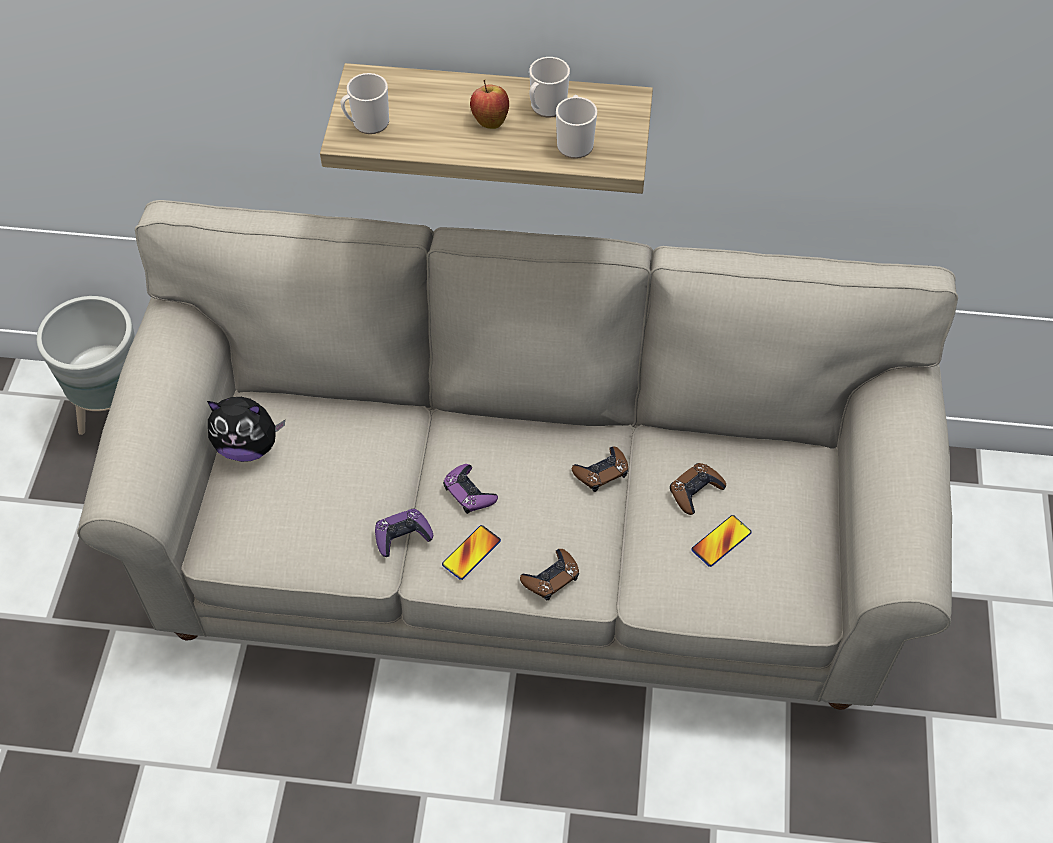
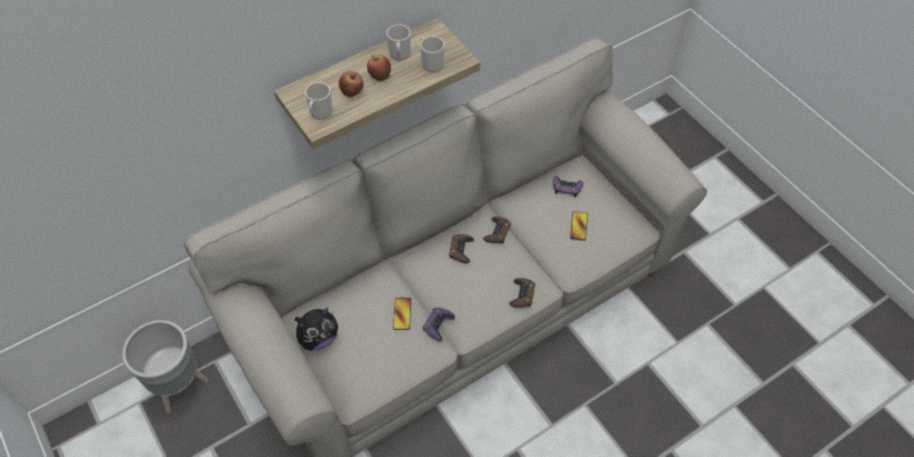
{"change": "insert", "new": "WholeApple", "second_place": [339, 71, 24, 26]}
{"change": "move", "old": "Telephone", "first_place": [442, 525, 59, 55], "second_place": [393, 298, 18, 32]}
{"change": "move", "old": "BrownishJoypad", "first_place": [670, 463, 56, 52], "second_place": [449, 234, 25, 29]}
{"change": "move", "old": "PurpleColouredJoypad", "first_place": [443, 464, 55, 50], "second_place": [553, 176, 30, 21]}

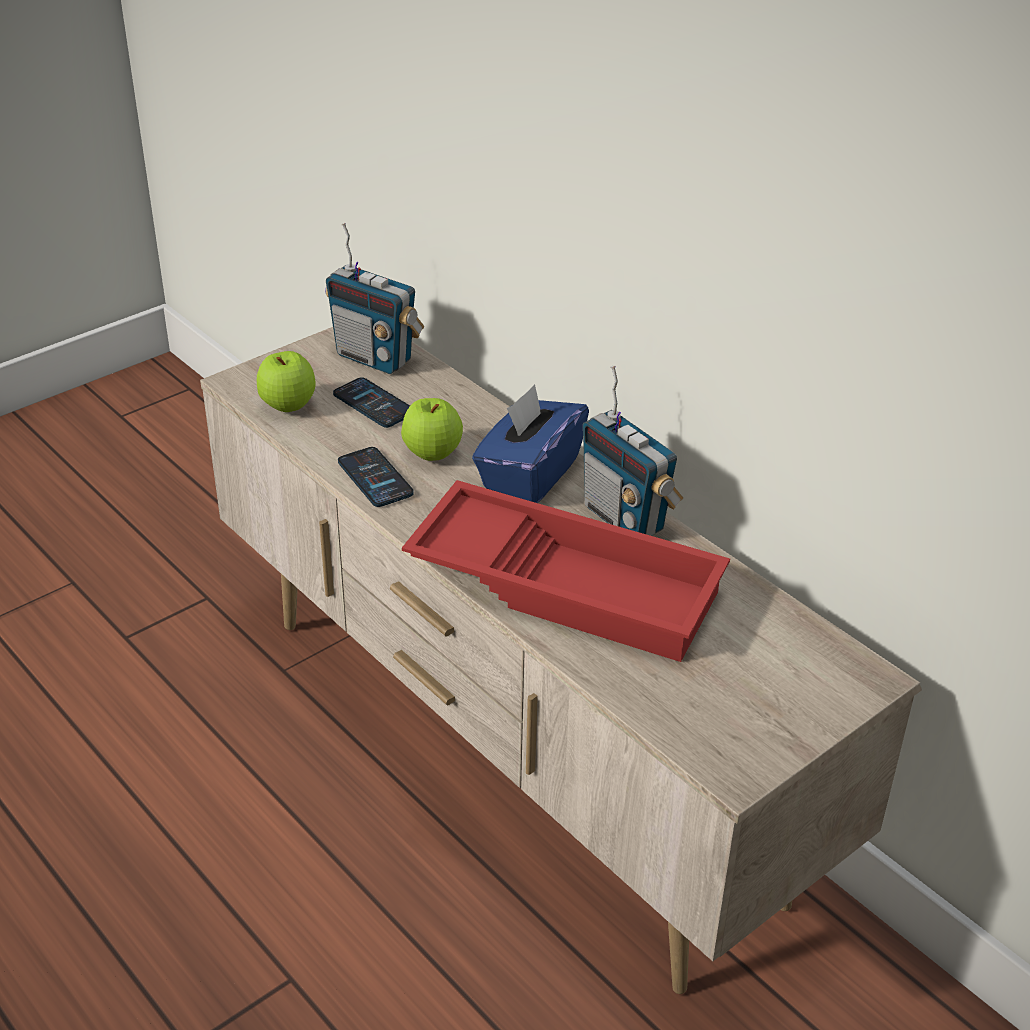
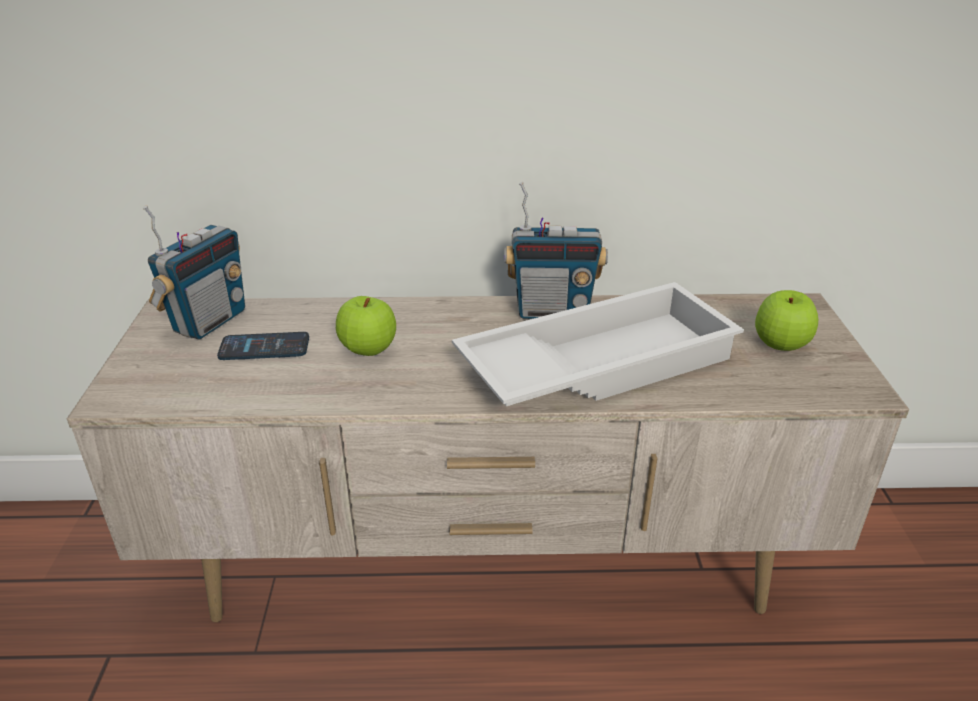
{"change": "rotate", "old": "RadioReceiver", "first_place": [325, 223, 99, 151], "second_place": [143, 205, 102, 134], "degrees": -45}
{"change": "recolor", "old": "ReddishServingTray", "new": "WhiteColouredServingTray", "first_place": [402, 480, 328, 182], "second_place": [452, 282, 292, 124]}
{"change": "move", "old": "WholeApple", "first_place": [257, 351, 59, 61], "second_place": [755, 290, 63, 61]}
{"change": "delete", "old": "Telephone", "first_place": [338, 447, 76, 60]}
{"change": "delete", "old": "BluishBoxOfTissues", "first_place": [472, 384, 117, 119]}

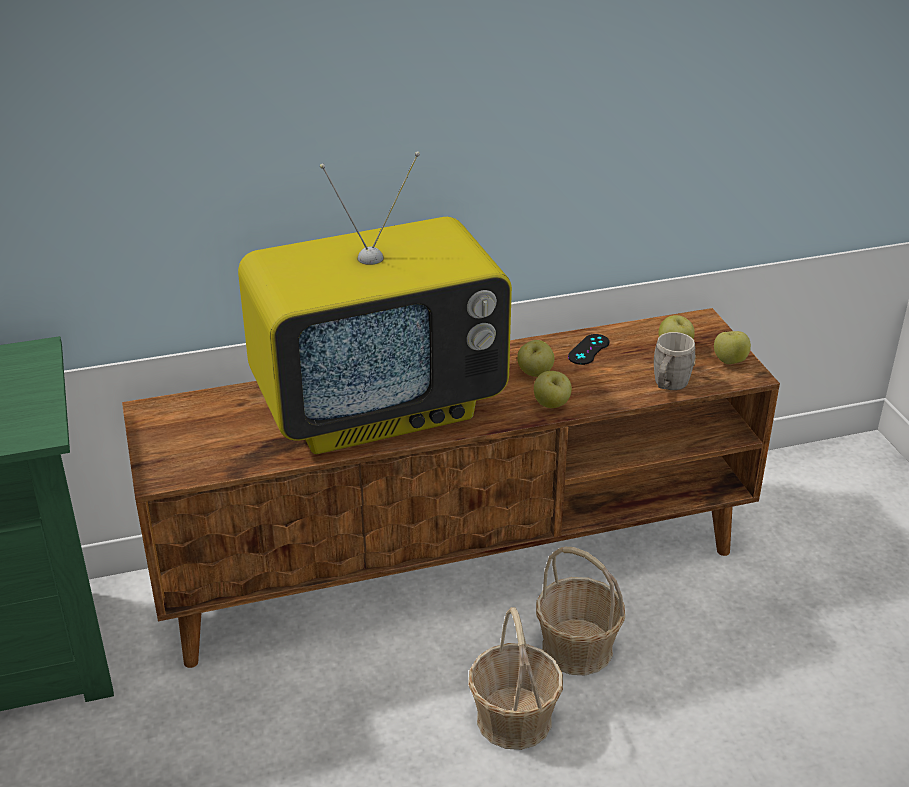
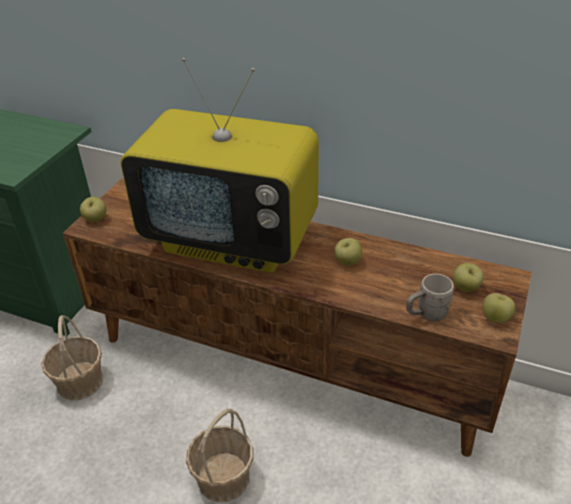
{"change": "move", "old": "StorageBasket", "first_place": [536, 547, 89, 128], "second_place": [41, 315, 63, 85]}
{"change": "move", "old": "WholeApple", "first_place": [534, 371, 38, 37], "second_place": [80, 197, 27, 25]}
{"change": "delete", "old": "BlackColouredJoypad", "first_place": [568, 334, 41, 31]}

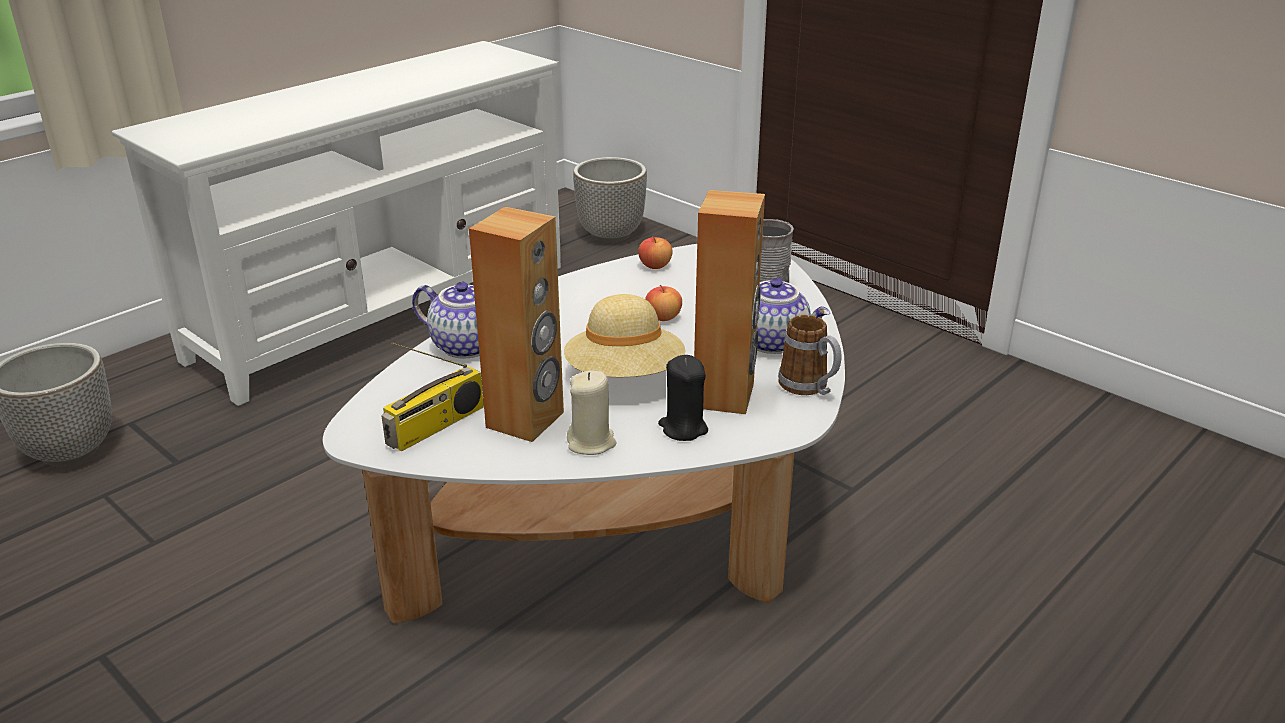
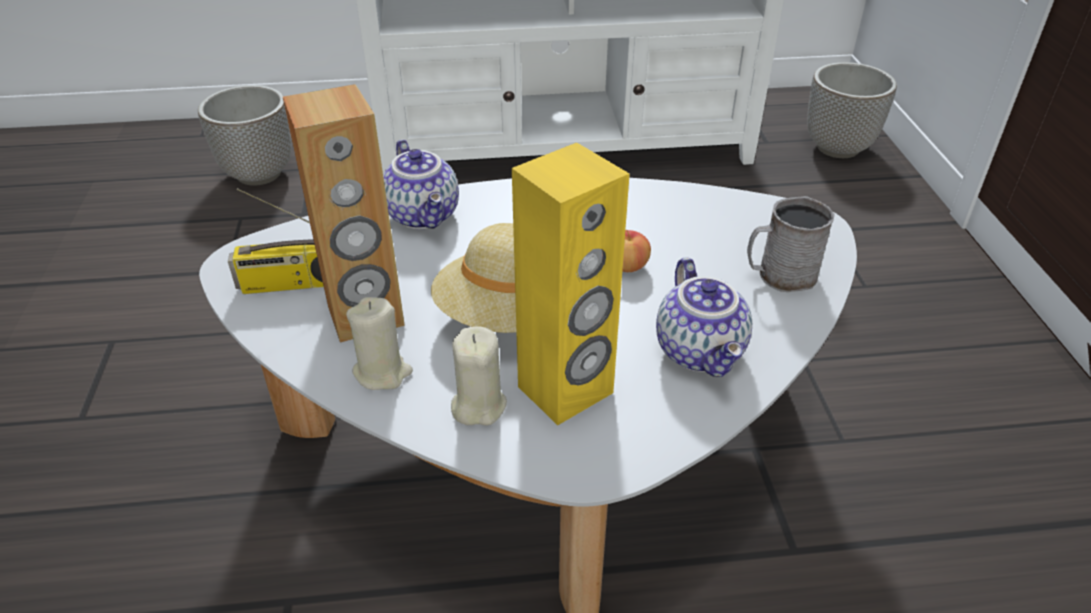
{"change": "recolor", "old": "BlackColouredCandle", "new": "SandColouredCandle", "first_place": [658, 355, 50, 86], "second_place": [451, 327, 56, 99]}
{"change": "recolor", "old": "BrownishAudioSpeaker", "new": "YellowColouredAudioSpeaker", "first_place": [694, 190, 71, 224], "second_place": [512, 143, 118, 282]}
{"change": "delete", "old": "WholeApple", "first_place": [638, 236, 34, 33]}
{"change": "delete", "old": "TeaMug", "first_place": [778, 315, 63, 80]}

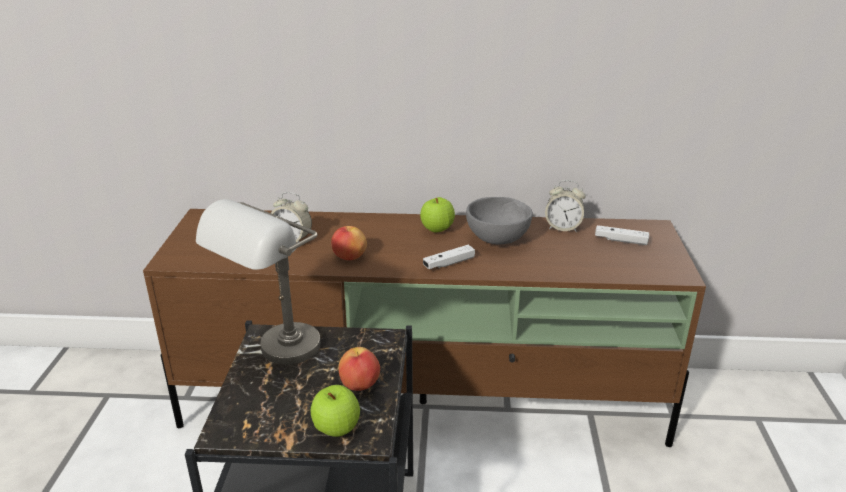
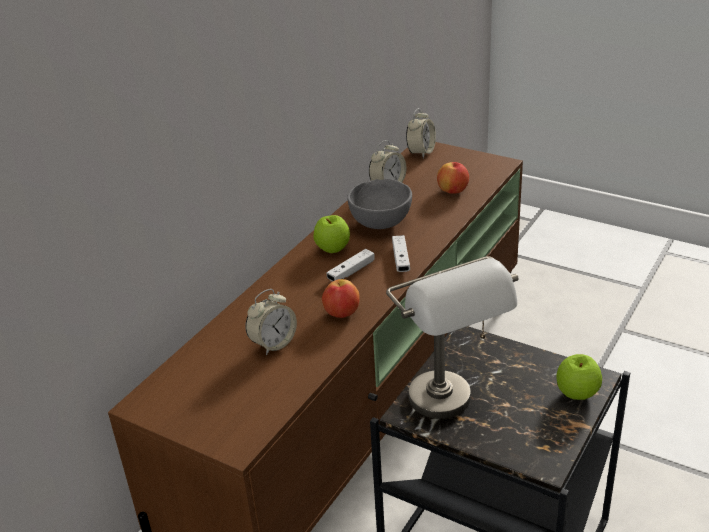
{"change": "move", "old": "WhiteColouredJoypad", "first_place": [595, 225, 54, 20], "second_place": [327, 249, 48, 32]}
{"change": "insert", "new": "TableClock", "second_place": [406, 108, 30, 50]}
{"change": "move", "old": "WholeApple", "first_place": [338, 347, 42, 44], "second_place": [437, 162, 32, 32]}

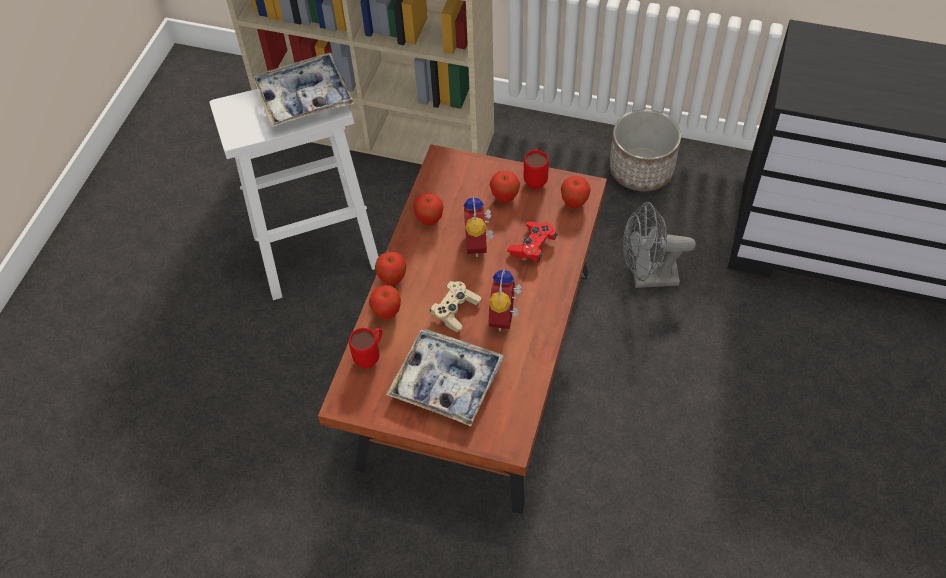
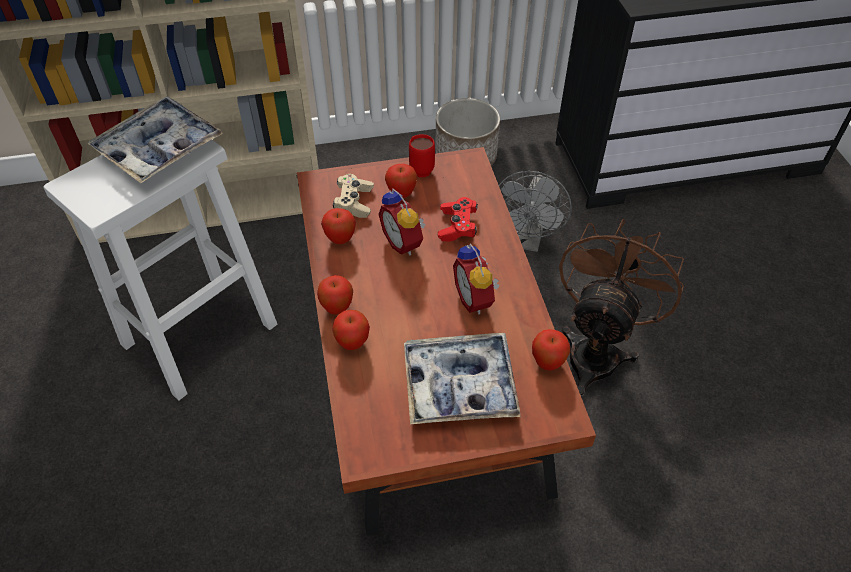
{"change": "move", "old": "SandColouredJoypad", "first_place": [430, 281, 51, 51], "second_place": [333, 174, 41, 44]}
{"change": "rotate", "old": "GreyElectricFan", "first_place": [623, 202, 73, 86], "second_place": [499, 171, 73, 81], "degrees": -45}
{"change": "move", "old": "WholeApple", "first_place": [561, 176, 30, 32], "second_place": [532, 329, 38, 42]}
{"change": "insert", "new": "BrownishElectricFan", "second_place": [559, 219, 125, 178]}
{"change": "delete", "old": "ReddishTeaMug", "first_place": [349, 328, 33, 40]}

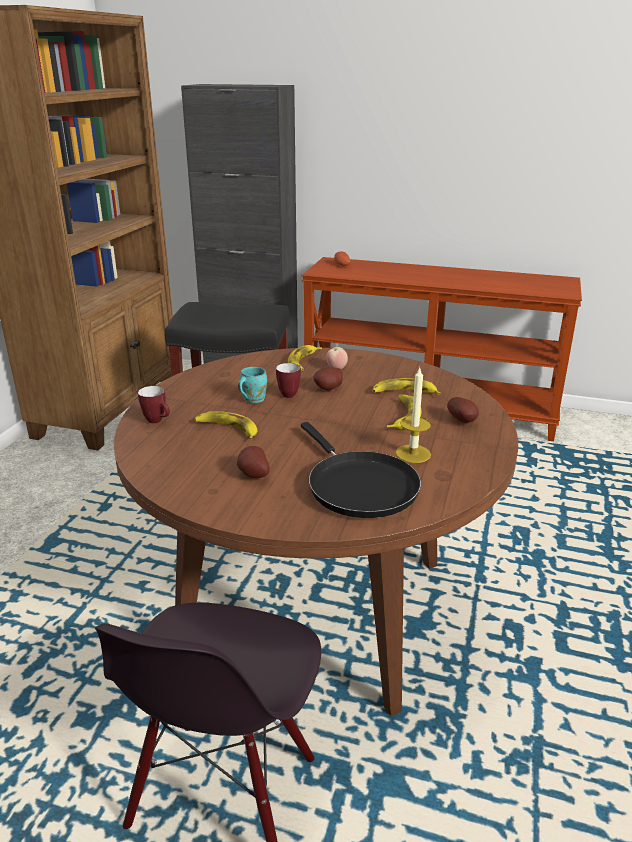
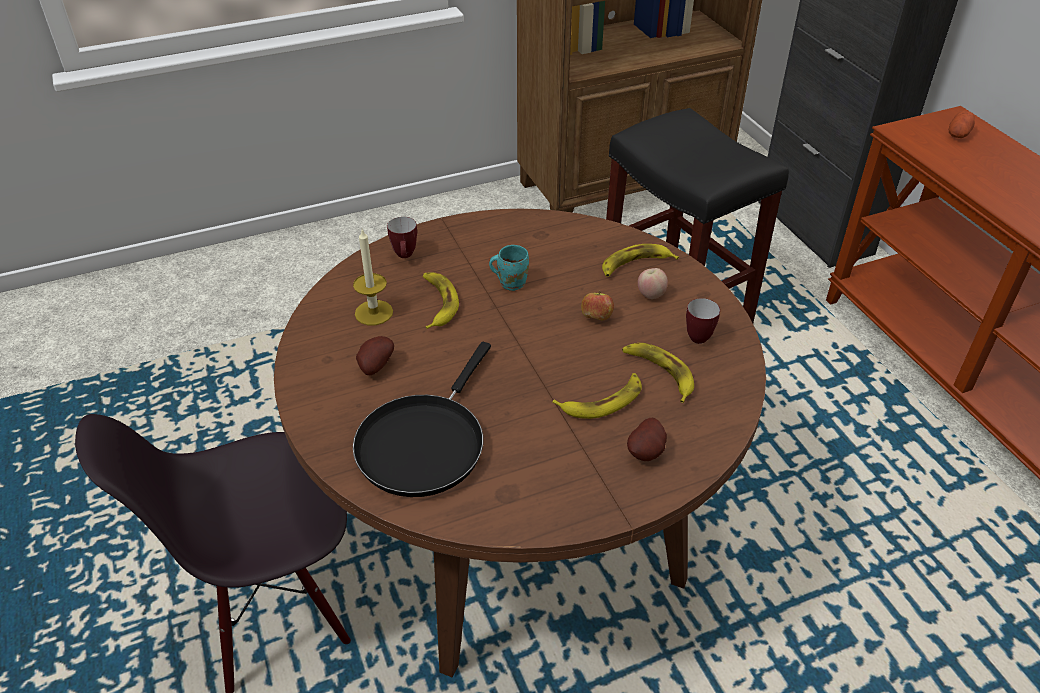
{"change": "move", "old": "Candle", "first_place": [396, 368, 35, 95], "second_place": [353, 230, 40, 95]}
{"change": "replace", "old": "Spud", "new": "WholeApple", "first_place": [313, 367, 30, 24], "second_place": [581, 291, 33, 29]}
{"change": "move", "old": "TeaMug", "first_place": [276, 363, 25, 35], "second_place": [686, 298, 34, 46]}

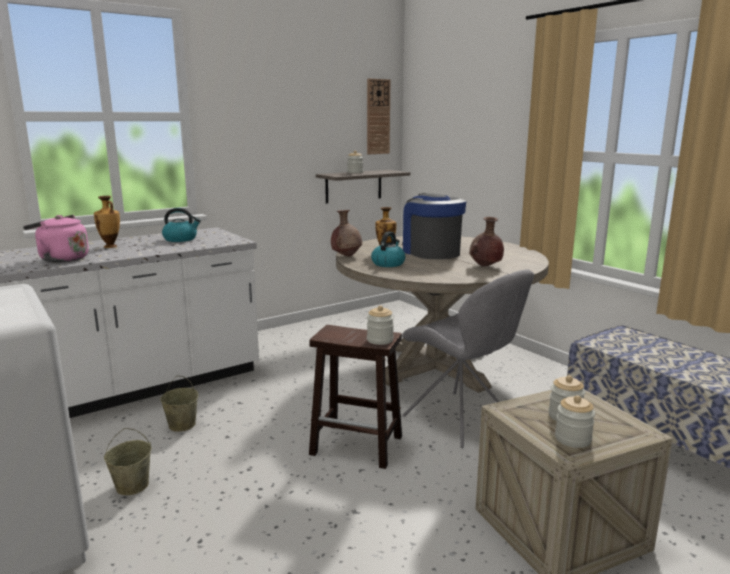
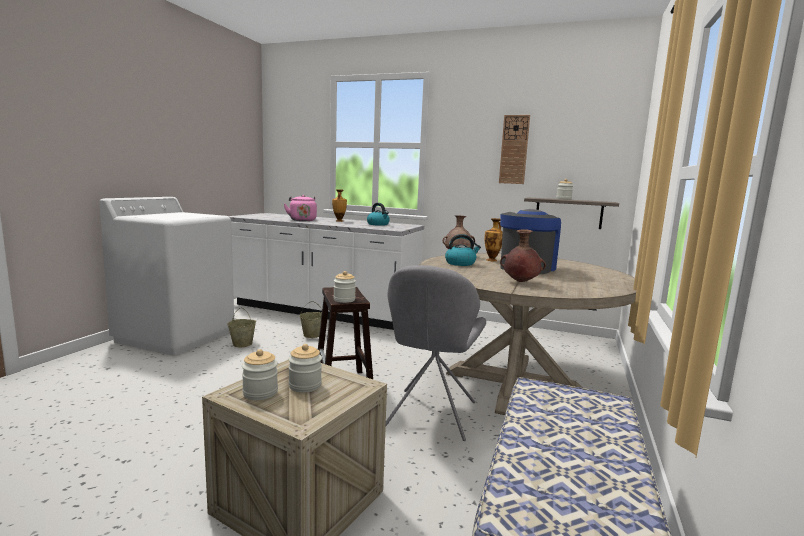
{"change": "move", "old": "HangingClock", "first_place": [367, 78, 23, 76], "second_place": [499, 115, 31, 69]}

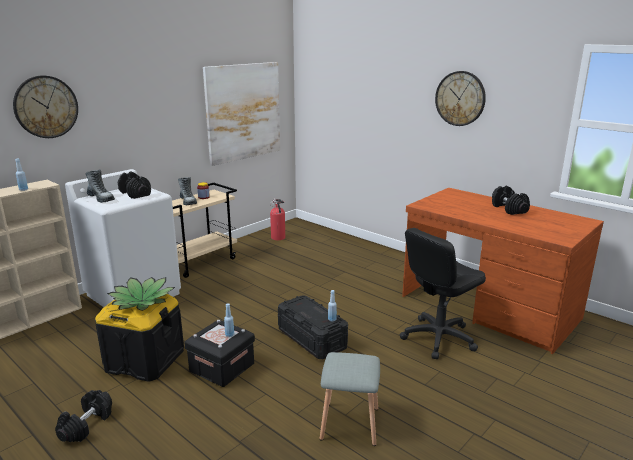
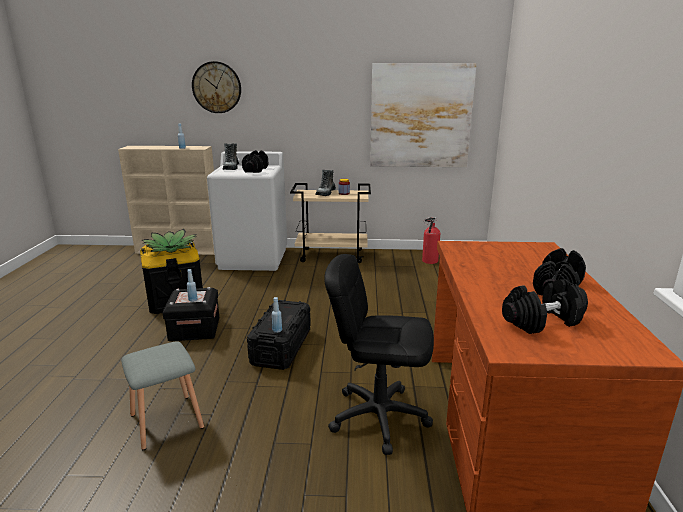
{"change": "move", "old": "BlackColouredFreeWeight", "first_place": [55, 390, 57, 52], "second_place": [502, 279, 86, 55]}
{"change": "delete", "old": "HangingClock", "first_place": [435, 71, 51, 55]}

